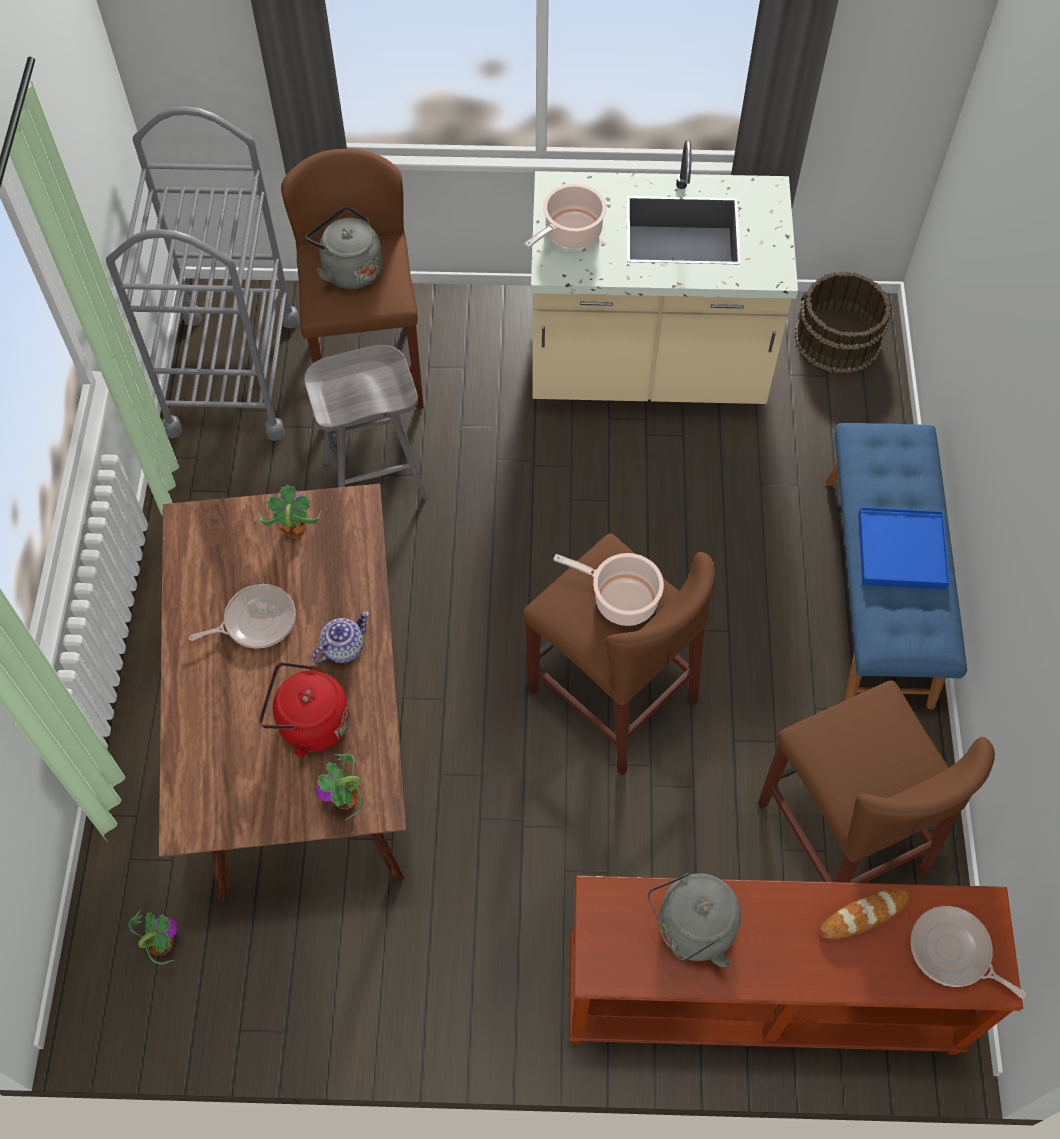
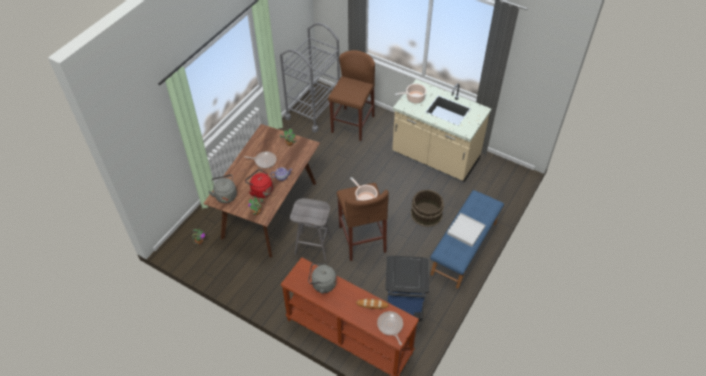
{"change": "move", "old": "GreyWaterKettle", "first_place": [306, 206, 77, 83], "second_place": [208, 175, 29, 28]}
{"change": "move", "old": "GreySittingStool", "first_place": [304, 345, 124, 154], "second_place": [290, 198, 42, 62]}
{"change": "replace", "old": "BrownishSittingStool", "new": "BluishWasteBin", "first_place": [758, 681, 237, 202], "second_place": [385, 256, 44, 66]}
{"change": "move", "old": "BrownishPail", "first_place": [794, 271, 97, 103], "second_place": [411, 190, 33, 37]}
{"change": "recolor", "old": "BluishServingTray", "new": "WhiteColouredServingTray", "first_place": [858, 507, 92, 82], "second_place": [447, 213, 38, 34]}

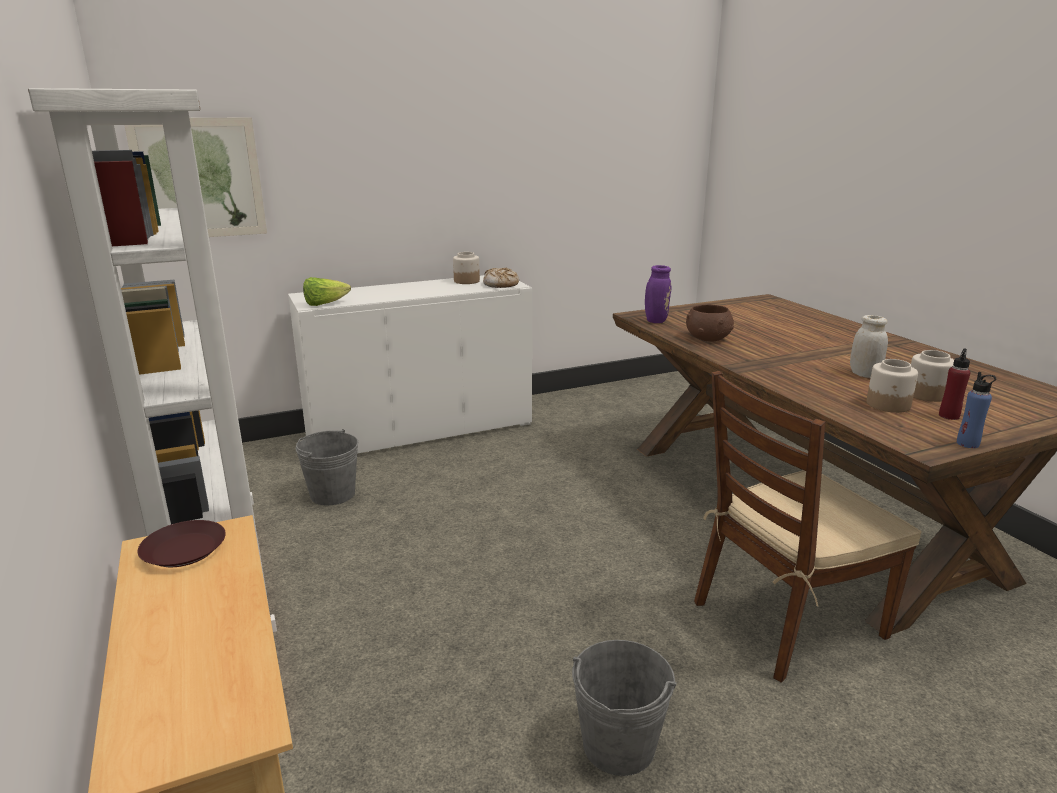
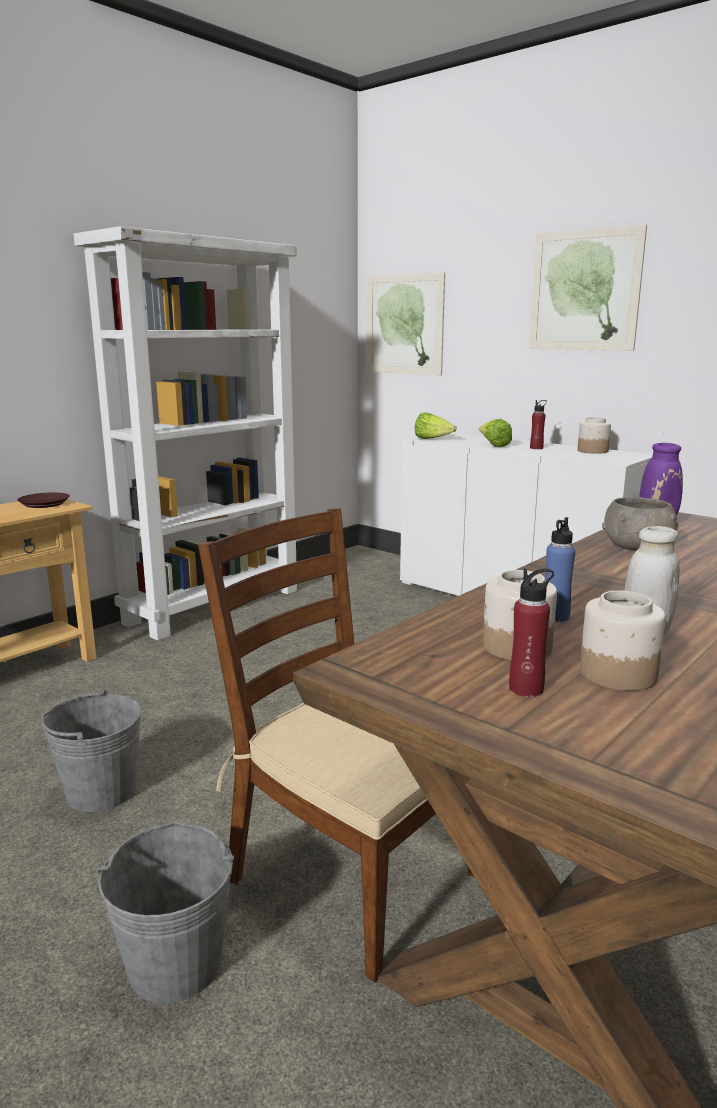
{"change": "move", "old": "GreyPail", "first_place": [295, 429, 63, 76], "second_place": [97, 822, 137, 182]}
{"change": "insert", "new": "LettuceHead", "second_place": [479, 419, 33, 28]}
{"change": "insert", "new": "Picture", "second_place": [529, 224, 118, 127]}
{"change": "insert", "new": "ReddishDrinkBottle", "second_place": [530, 400, 17, 49]}
{"change": "move", "old": "BluishDrinkBottle", "first_place": [957, 372, 39, 76], "second_place": [545, 517, 30, 105]}
{"change": "recolor", "old": "BrownishBowl", "new": "GreyBowl", "first_place": [686, 304, 48, 38], "second_place": [602, 497, 76, 54]}
{"change": "delete", "old": "BakeryBread", "first_place": [483, 268, 36, 20]}

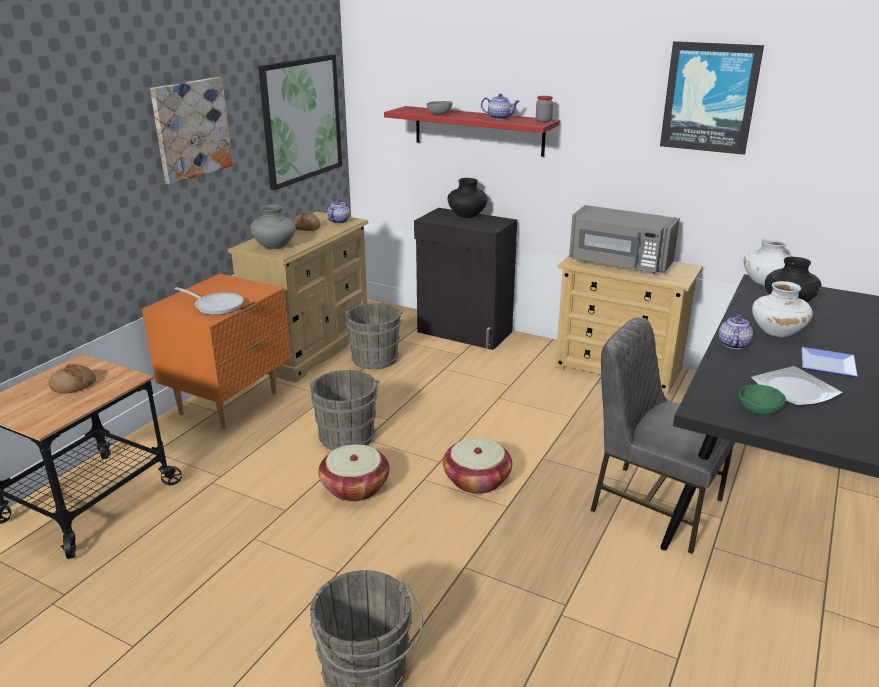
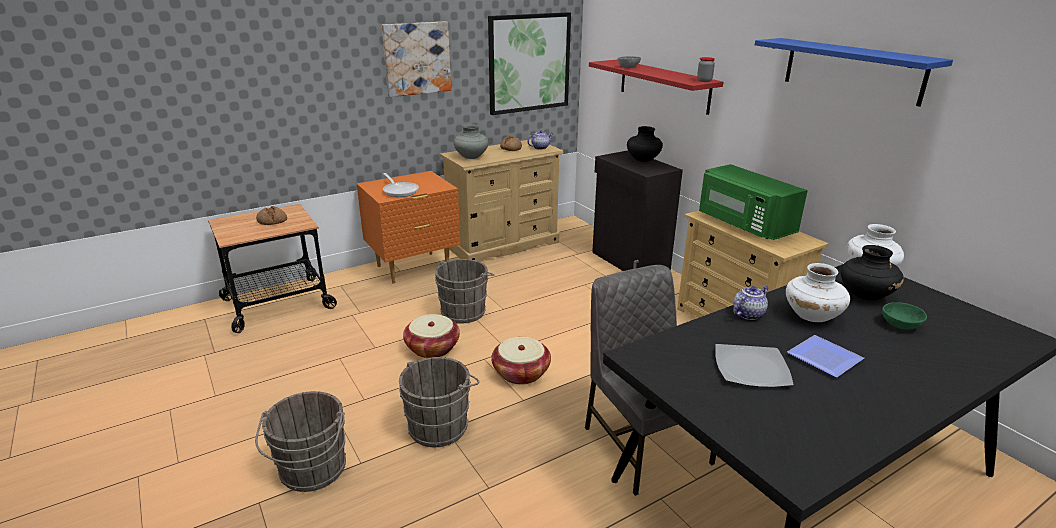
{"change": "move", "old": "GreyPail", "first_place": [345, 303, 58, 66], "second_place": [399, 357, 80, 91]}
{"change": "recolor", "old": "GreyKitchenMicrowave", "new": "GreenColouredKitchenMicrowave", "first_place": [569, 205, 111, 68], "second_place": [699, 164, 109, 76]}
{"change": "replace", "old": "Picture", "new": "BluishBracketShelf", "first_place": [660, 41, 104, 114], "second_place": [755, 38, 198, 69]}
{"change": "move", "old": "GreenColouredBowl", "first_place": [739, 384, 47, 31], "second_place": [882, 302, 45, 28]}
{"change": "delete", "old": "PotForTea", "first_place": [481, 94, 39, 25]}

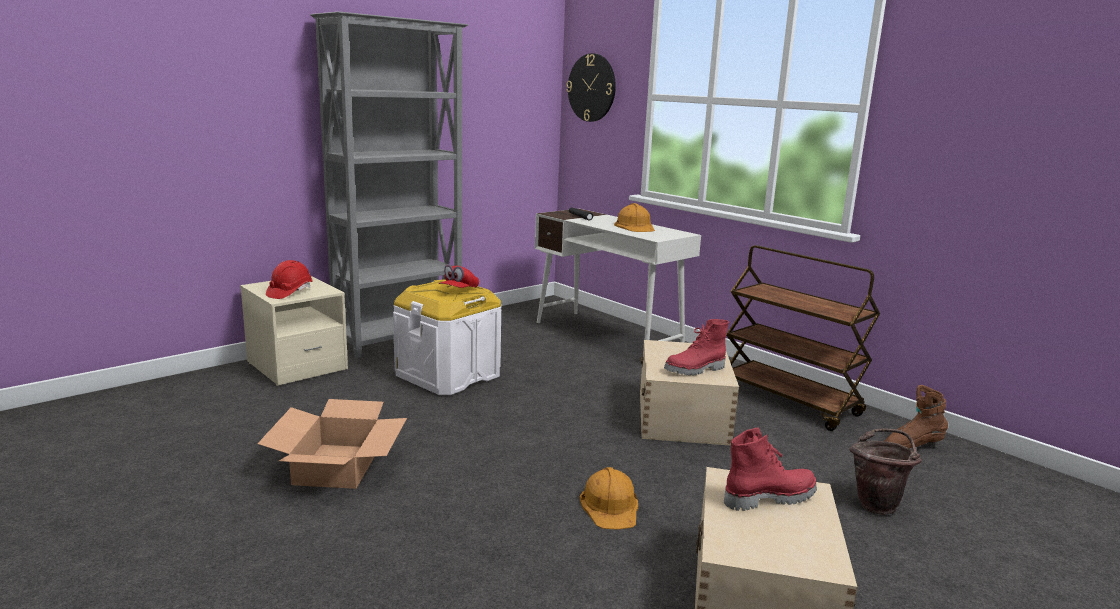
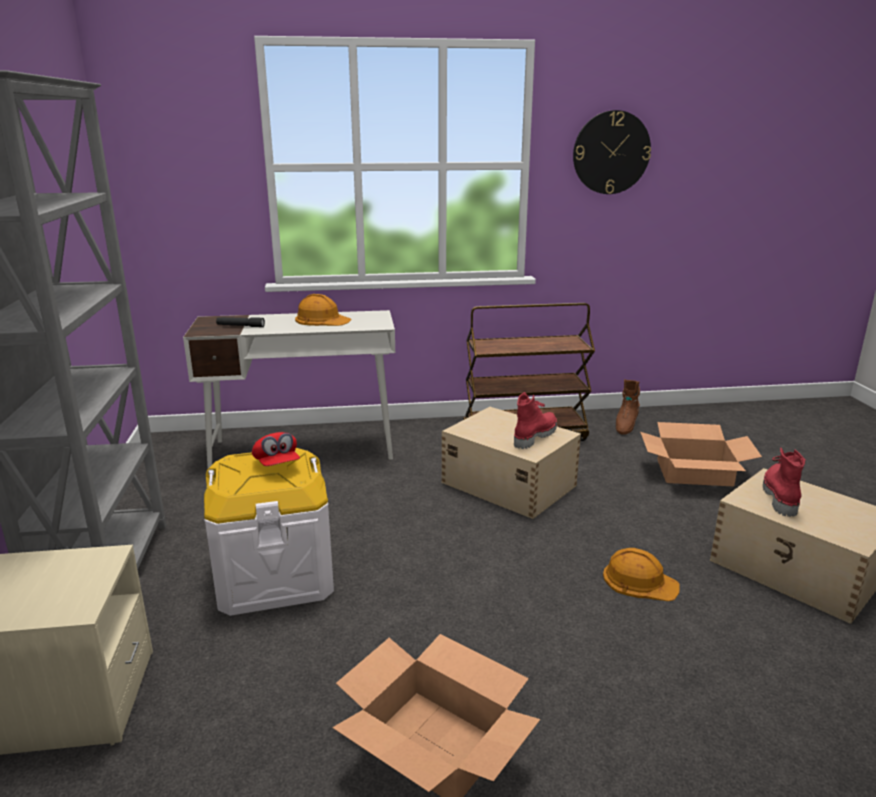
{"change": "rotate", "old": "ReddishTallBoot", "first_place": [664, 319, 65, 57], "second_place": [514, 392, 43, 57], "degrees": -150}
{"change": "move", "old": "HangingClock", "first_place": [566, 53, 50, 69], "second_place": [573, 110, 78, 84]}
{"change": "replace", "old": "BrownishPail", "new": "Carton", "first_place": [849, 428, 73, 87], "second_place": [640, 422, 122, 65]}
{"change": "delete", "old": "ReddishWorkHelmet", "first_place": [266, 260, 46, 39]}

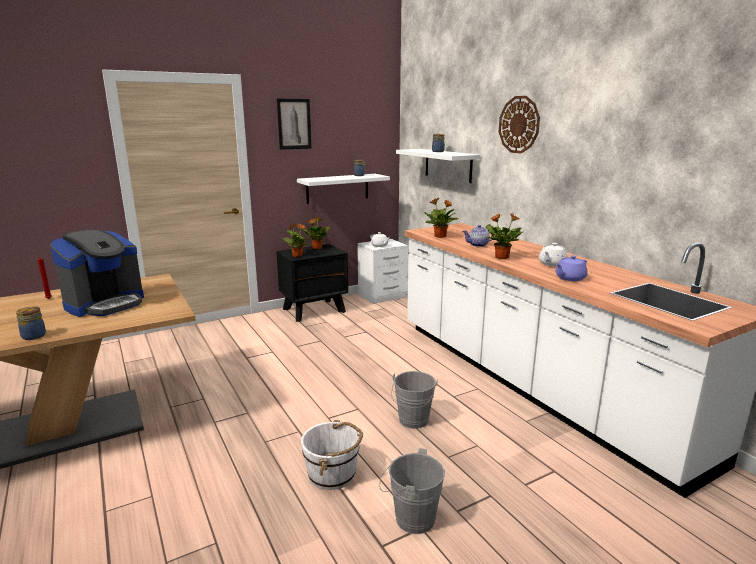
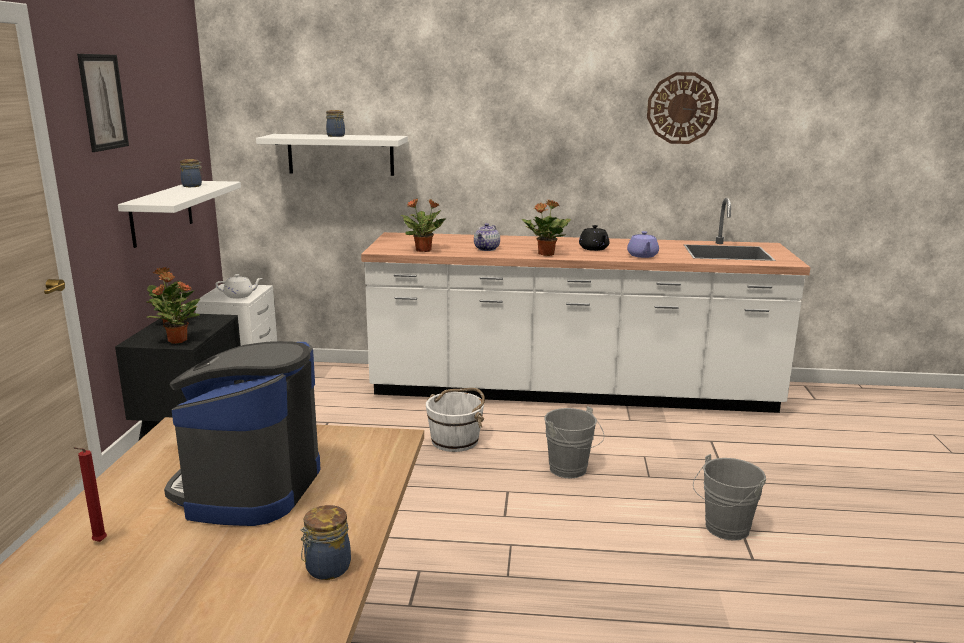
{"change": "rotate", "old": "CoffeeMachine", "first_place": [50, 229, 94, 88], "second_place": [164, 341, 157, 185], "degrees": -150}
{"change": "move", "old": "WhiteColouredPail", "first_place": [301, 420, 62, 70], "second_place": [426, 388, 59, 64]}
{"change": "recolor", "old": "WhiteColouredPotForTea", "new": "BlackColouredPotForTea", "first_place": [539, 243, 29, 23], "second_place": [579, 225, 30, 26]}
{"change": "move", "old": "HangingClock", "first_place": [499, 96, 41, 57], "second_place": [647, 72, 72, 72]}

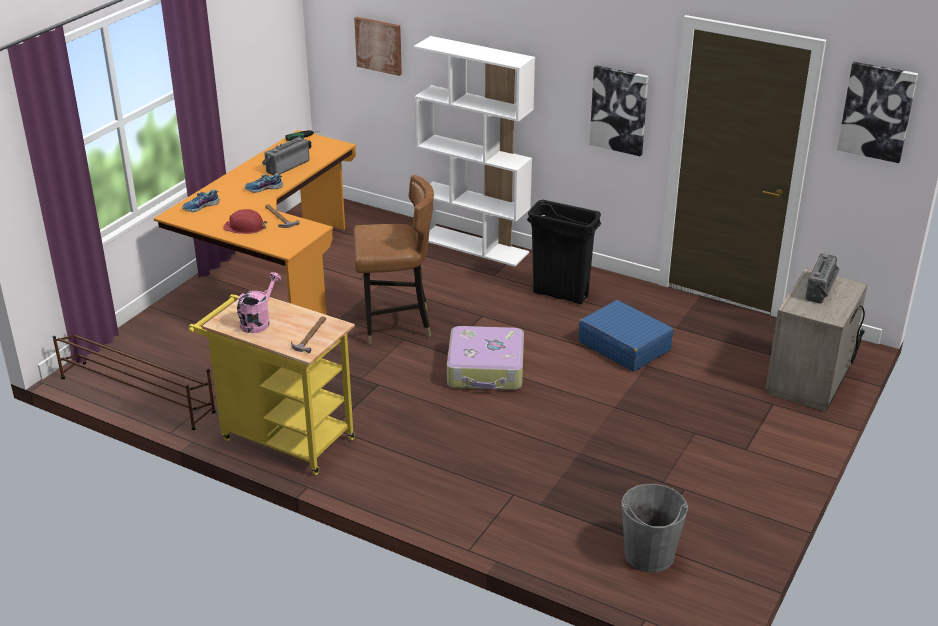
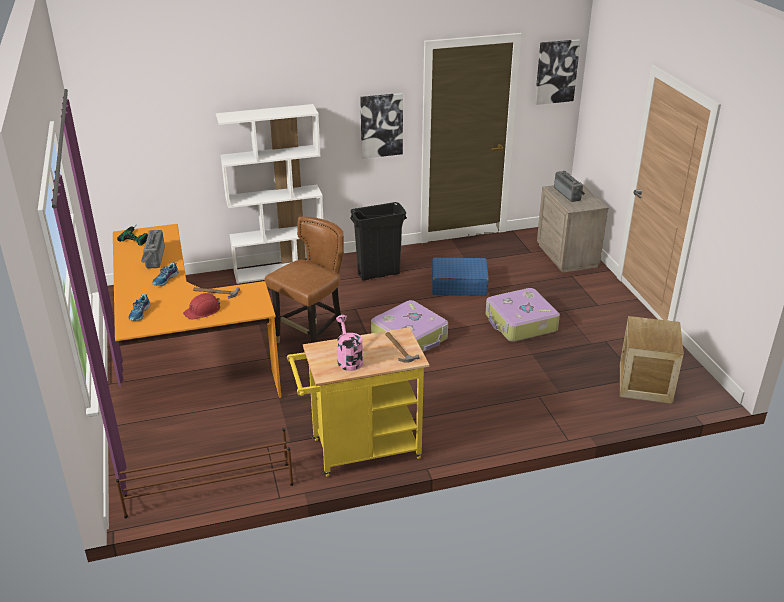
{"change": "insert", "new": "Suitcase", "second_place": [485, 288, 75, 54]}
{"change": "replace", "old": "GreyPail", "new": "ShippingCrate", "first_place": [621, 484, 67, 88], "second_place": [620, 316, 64, 88]}
{"change": "delete", "old": "Picture", "first_place": [354, 17, 48, 59]}

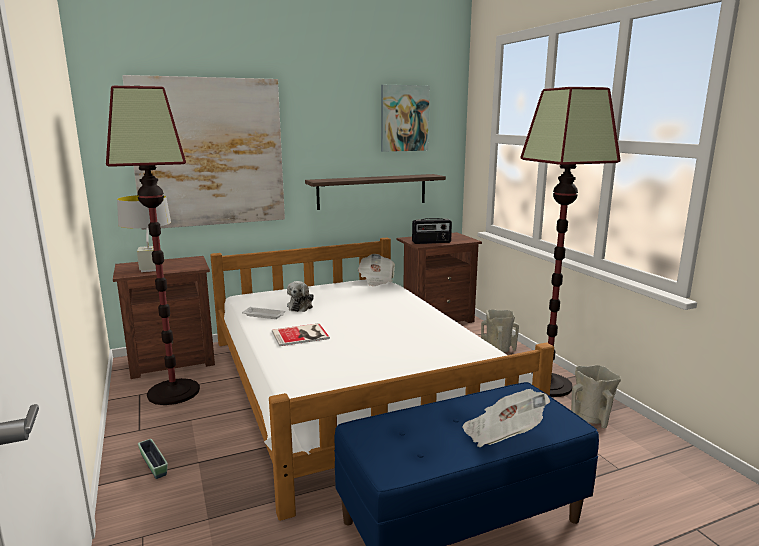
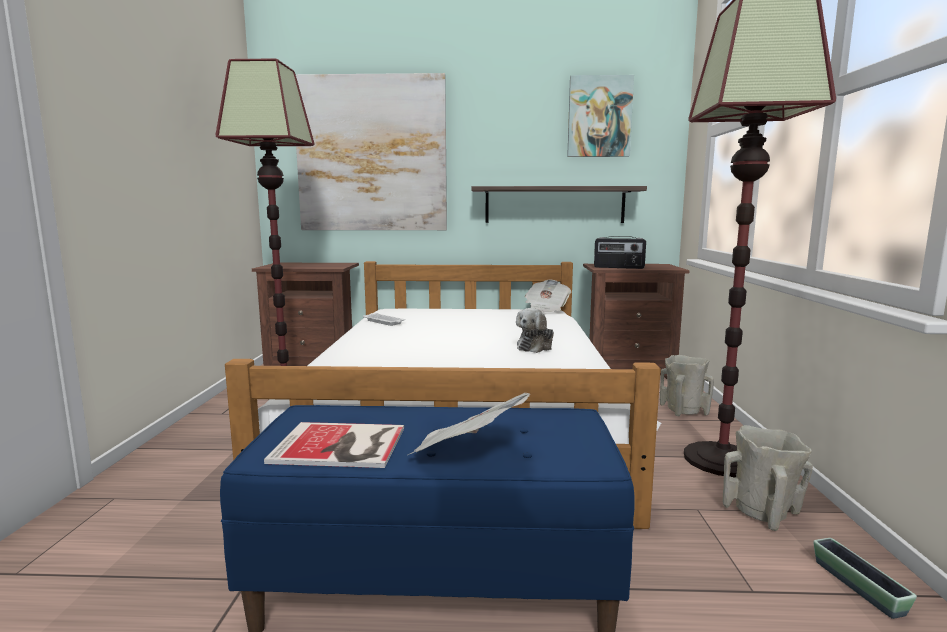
{"change": "move", "old": "Book", "first_place": [272, 323, 58, 23], "second_place": [264, 422, 140, 46]}
{"change": "move", "old": "SoftToy", "first_place": [287, 281, 27, 31], "second_place": [516, 308, 38, 45]}
{"change": "move", "old": "PlantPot", "first_place": [138, 439, 30, 40], "second_place": [813, 538, 104, 81]}
{"change": "delete", "old": "GreyTableLamp", "first_place": [117, 195, 54, 77]}

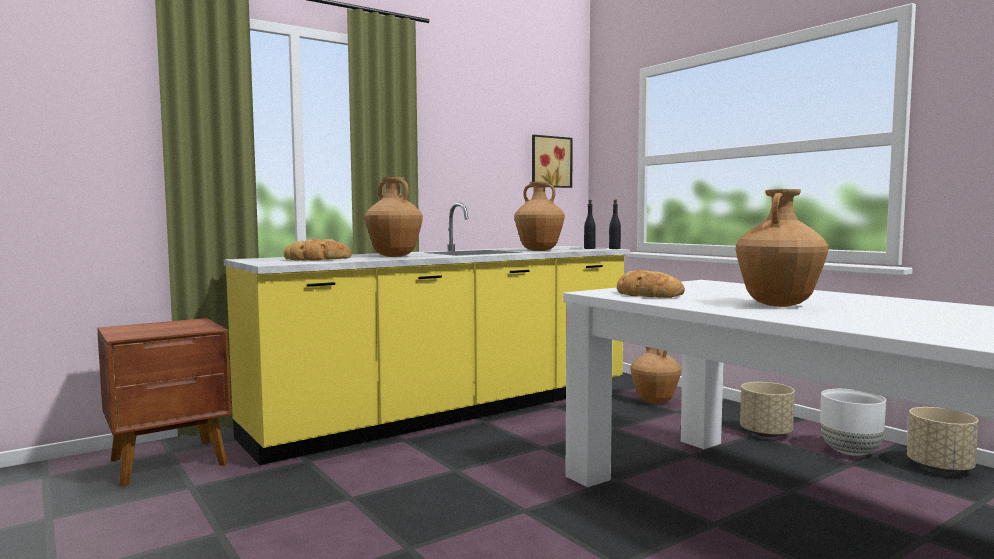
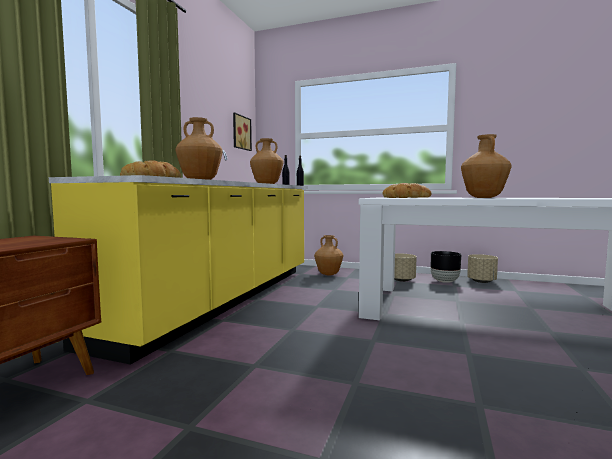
{"change": "recolor", "old": "WhiteColouredPlantPot", "new": "BlackColouredPlantPot", "first_place": [820, 389, 66, 67], "second_place": [431, 251, 30, 32]}

